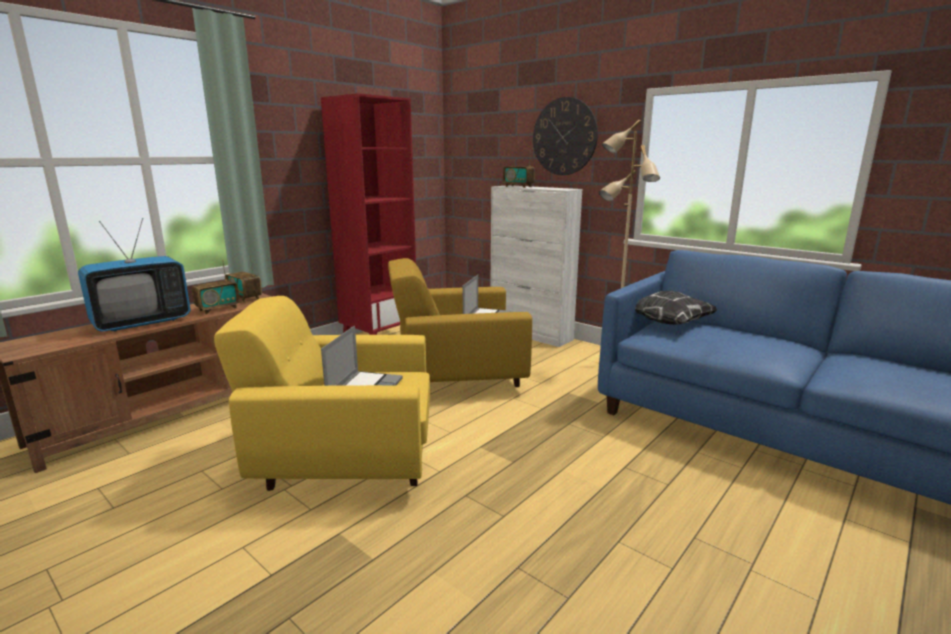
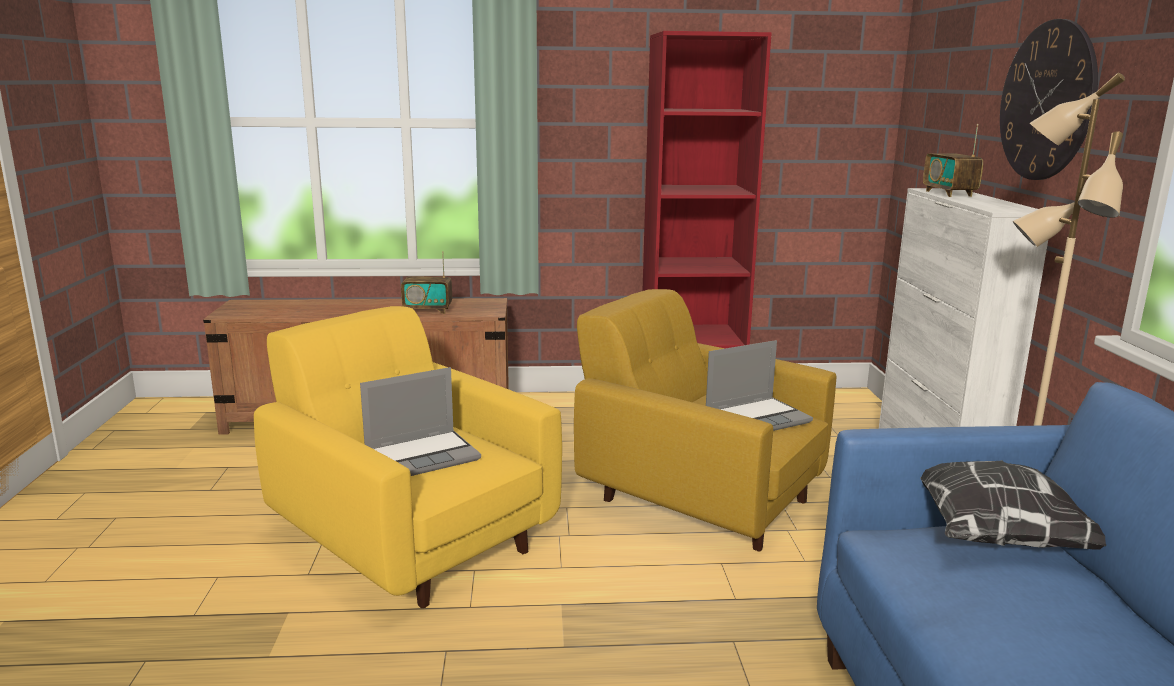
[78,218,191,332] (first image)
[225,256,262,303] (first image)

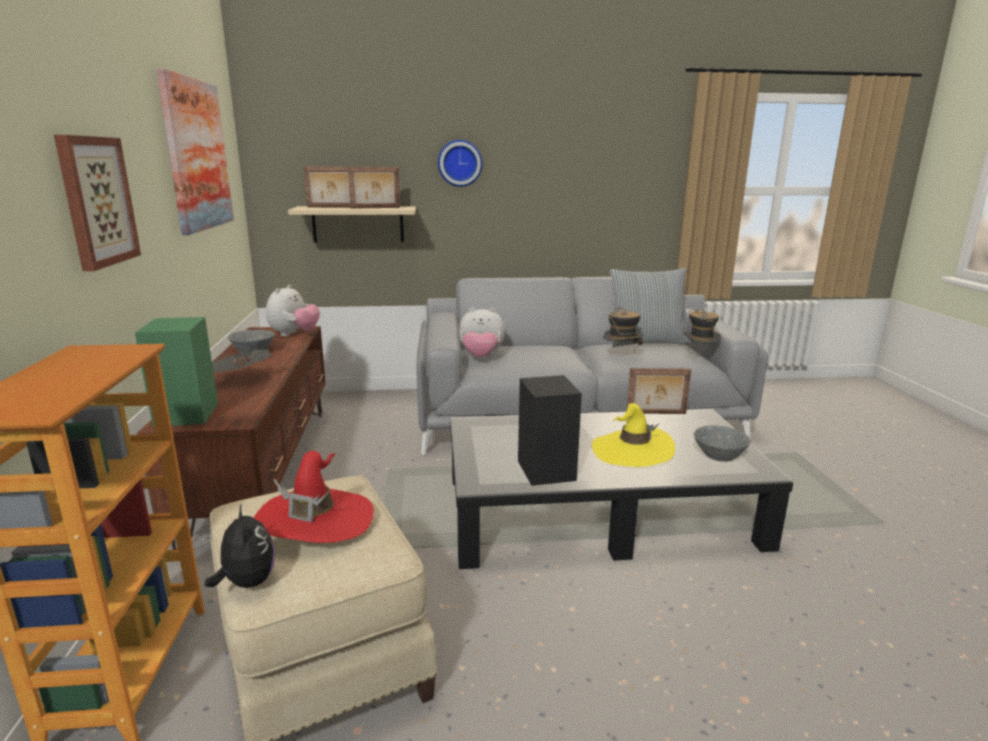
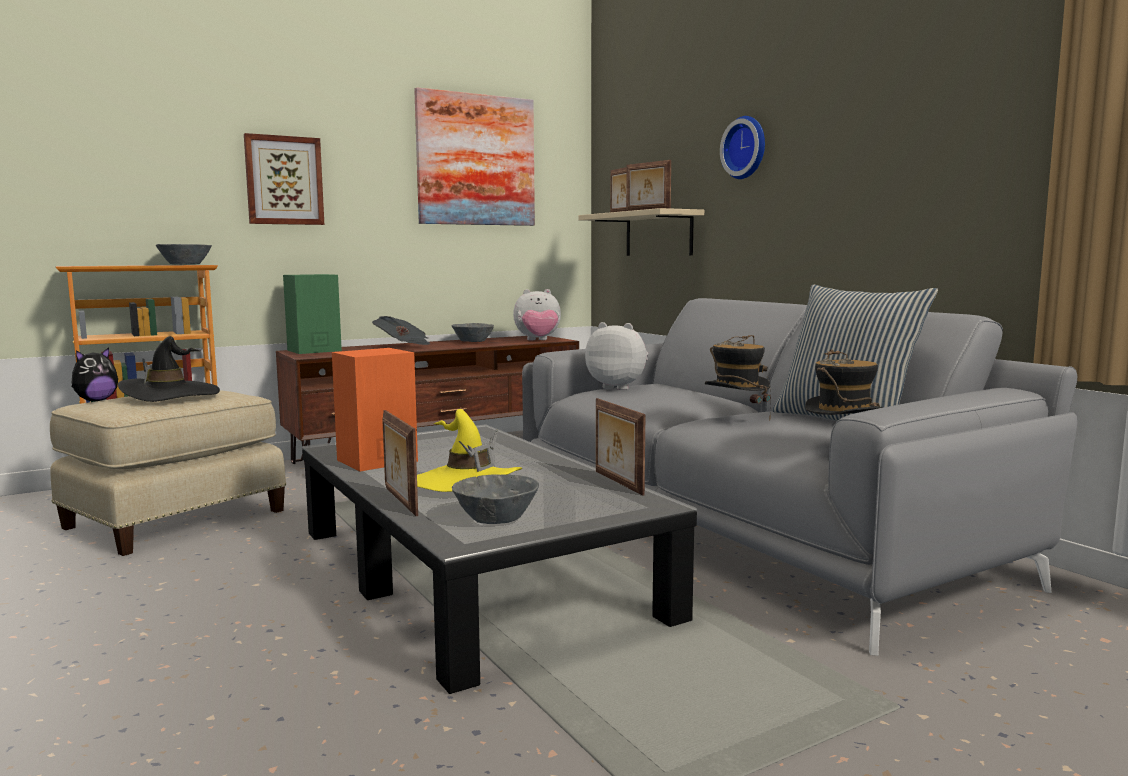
[585,322,648,390]
[332,348,418,471]
[118,336,220,402]
[156,244,212,265]
[382,410,418,516]

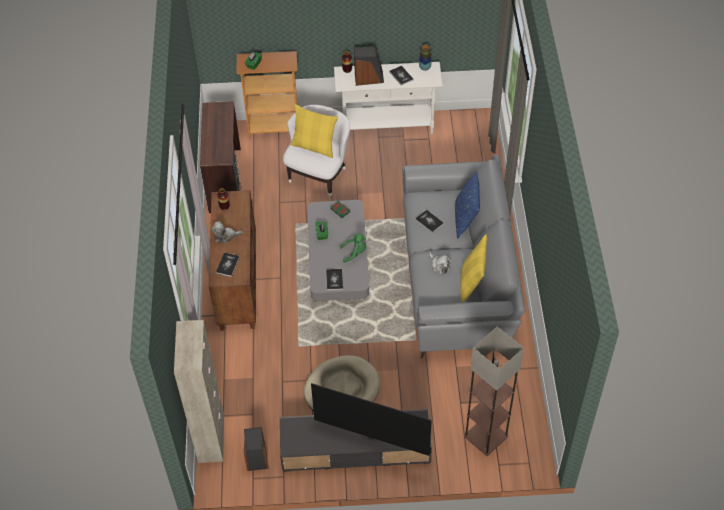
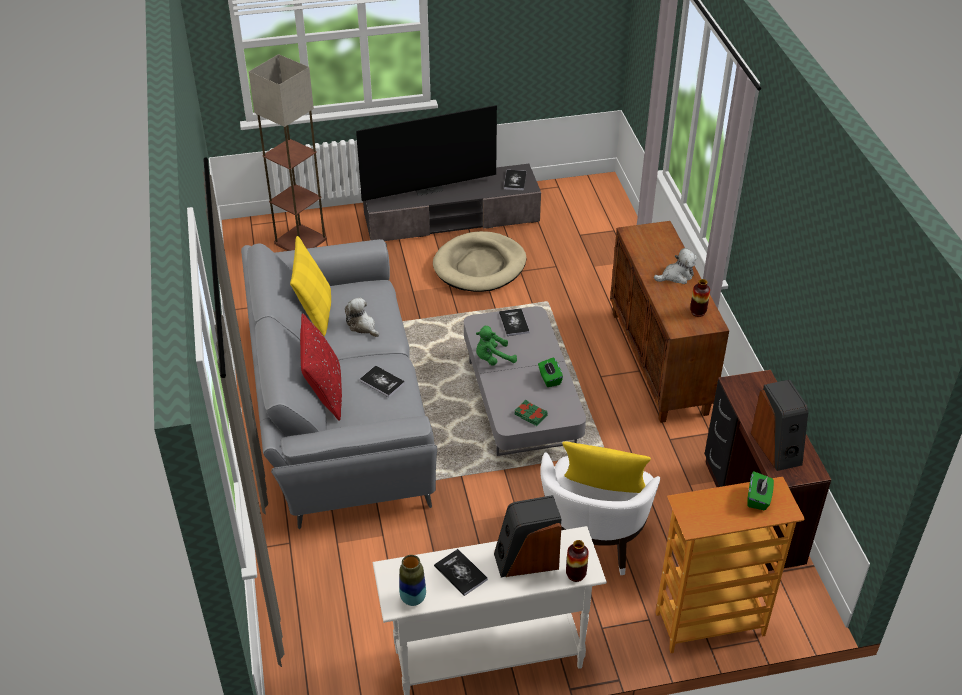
[300,314,342,421]
[504,170,526,190]
[174,320,224,463] (first image)
[356,105,497,201]
[751,379,808,471]

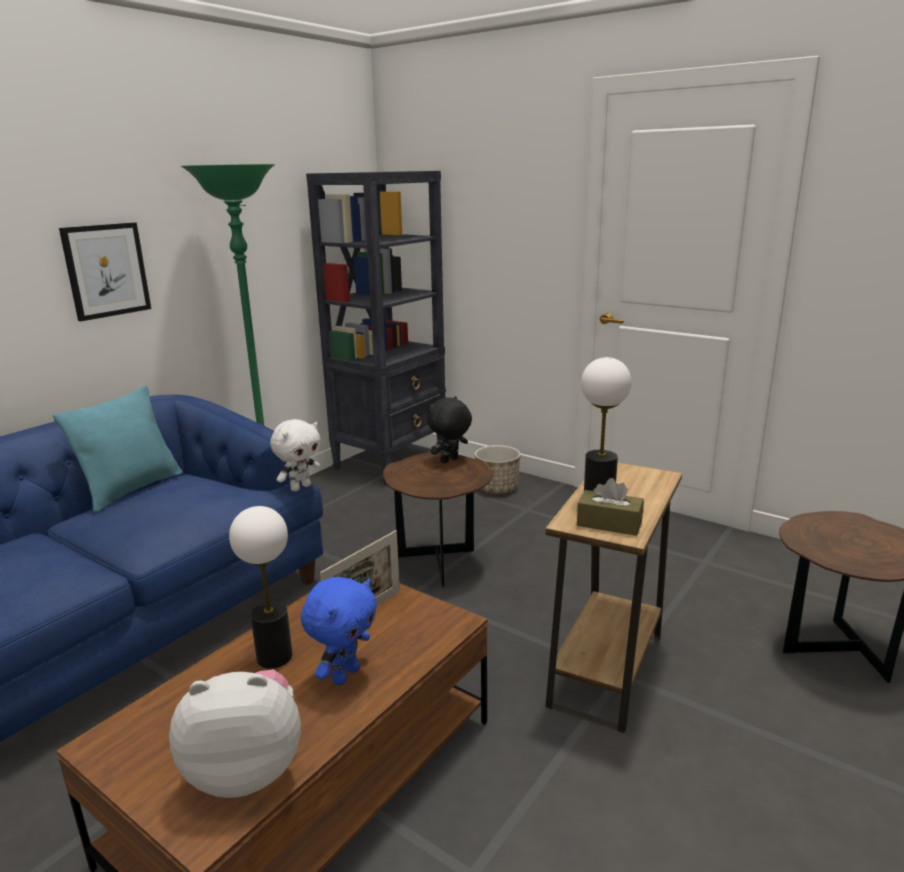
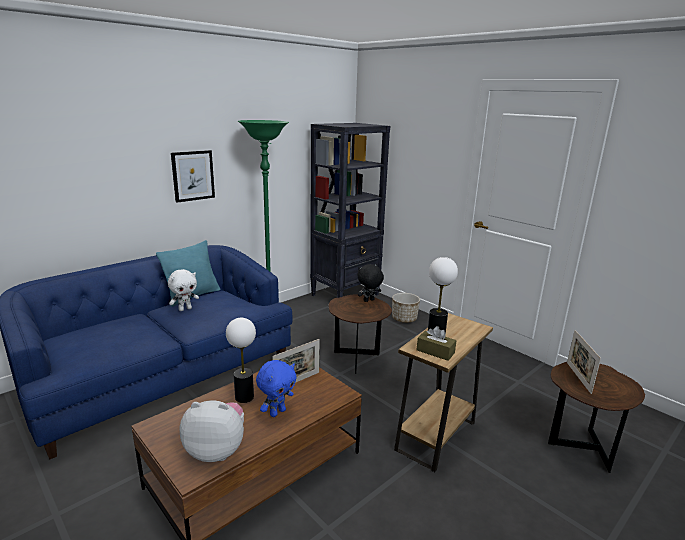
[168,269,199,311]
[567,330,601,394]

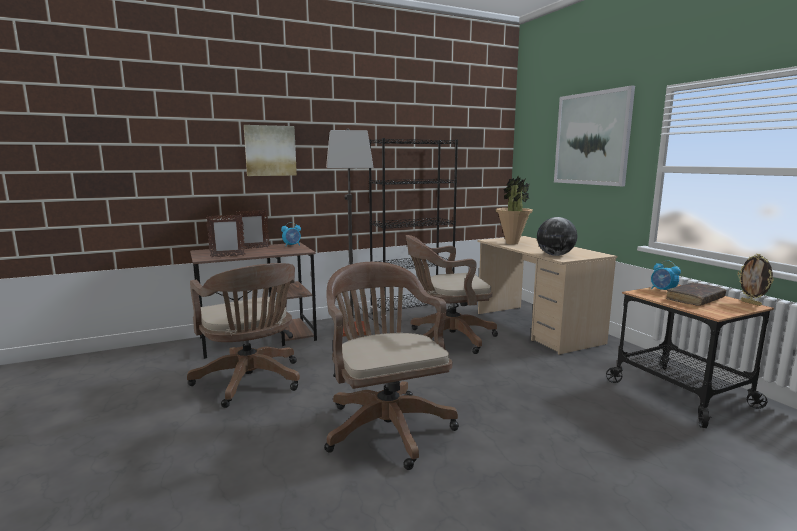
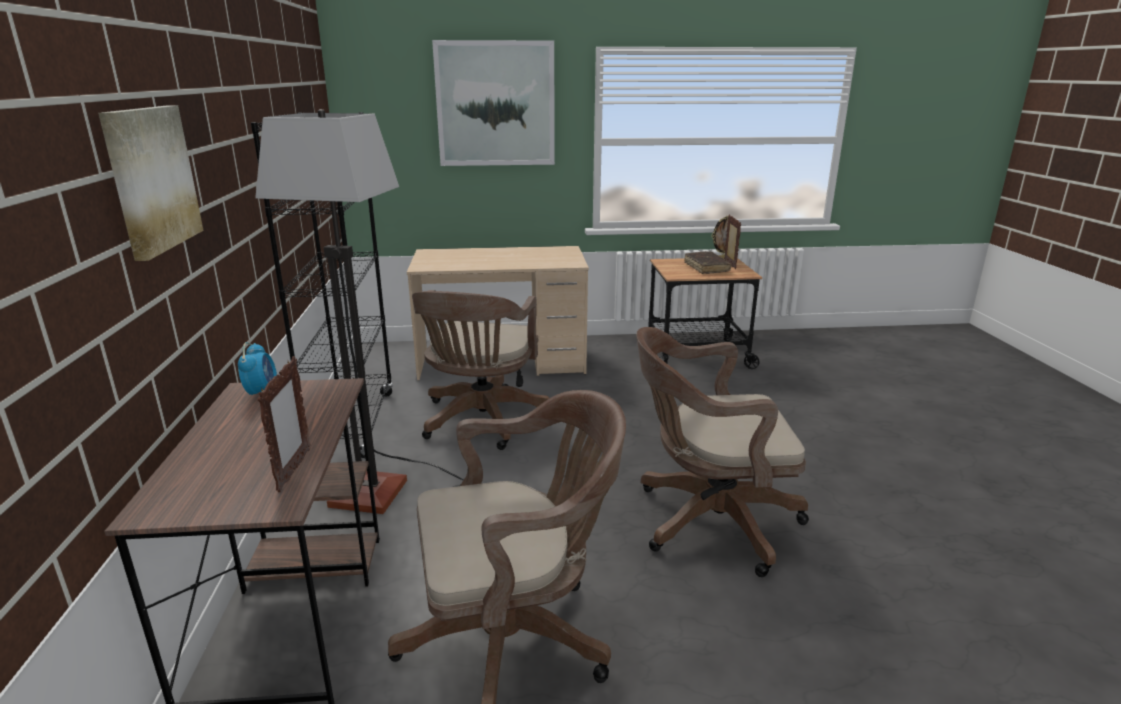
[496,176,533,245] (first image)
[724,214,741,269]
[537,217,577,256] (first image)
[651,260,681,290] (first image)

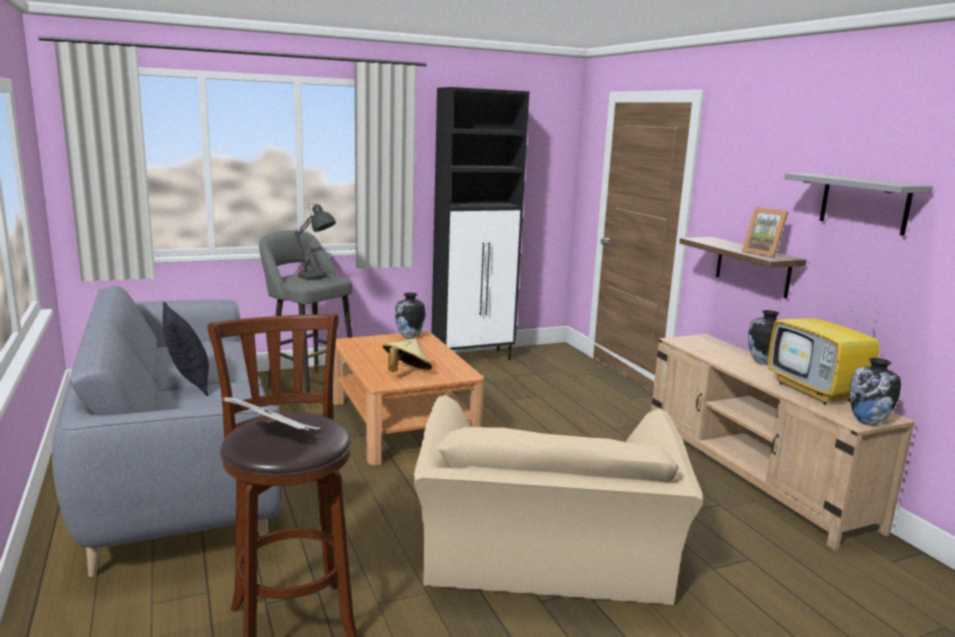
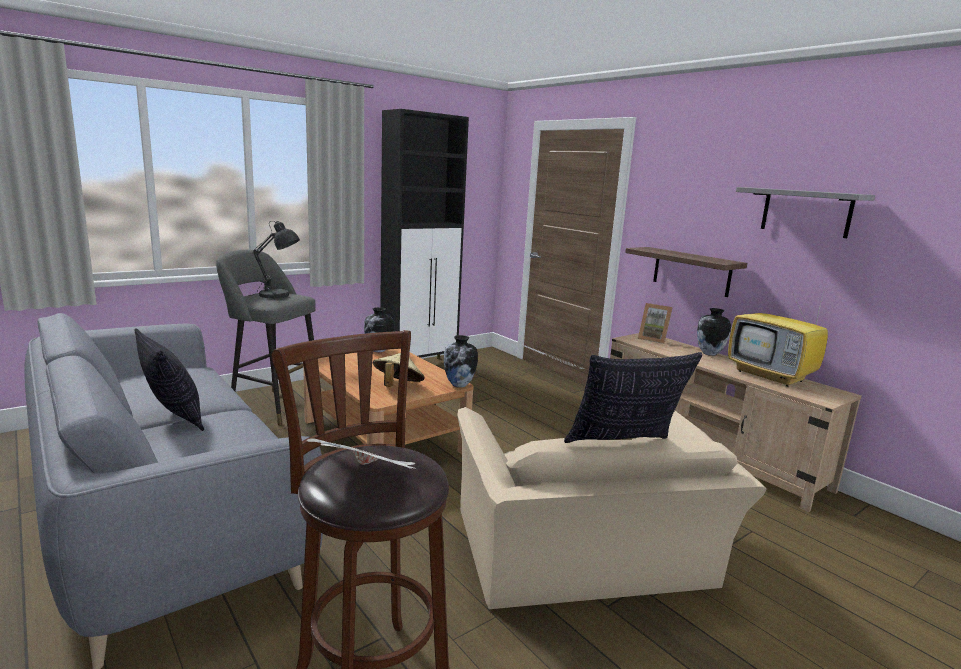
[638,303,672,344]
[444,335,478,388]
[564,352,702,443]

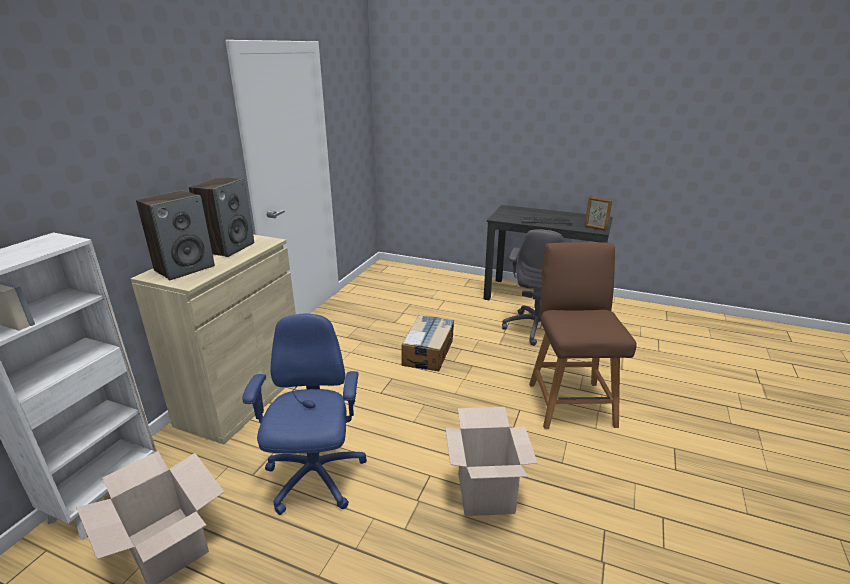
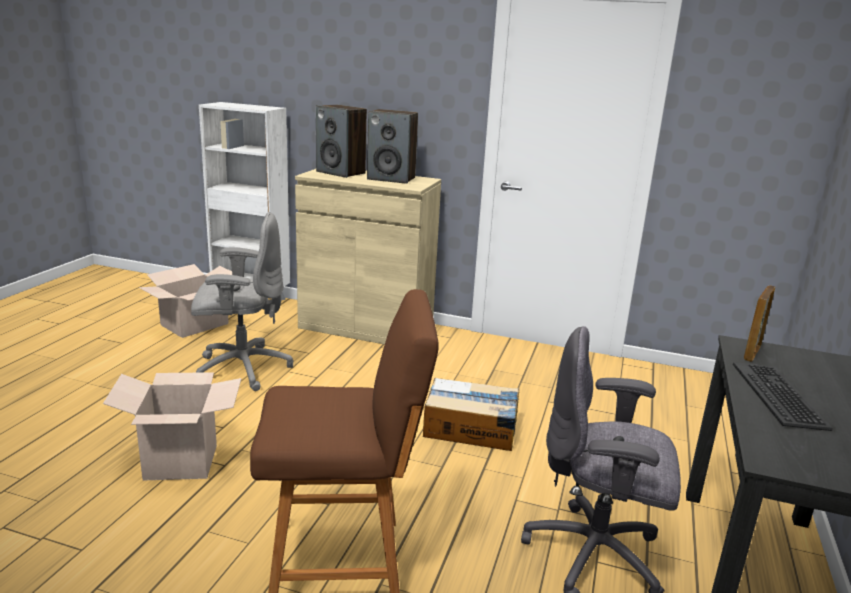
[744,285,775,362]
[191,212,294,391]

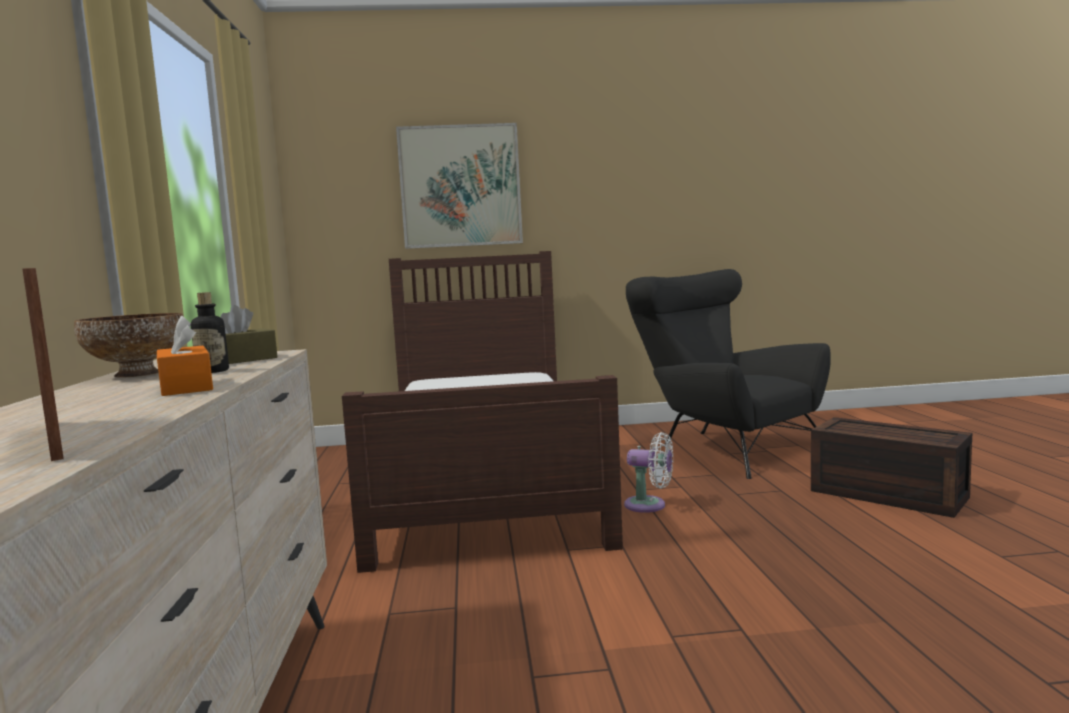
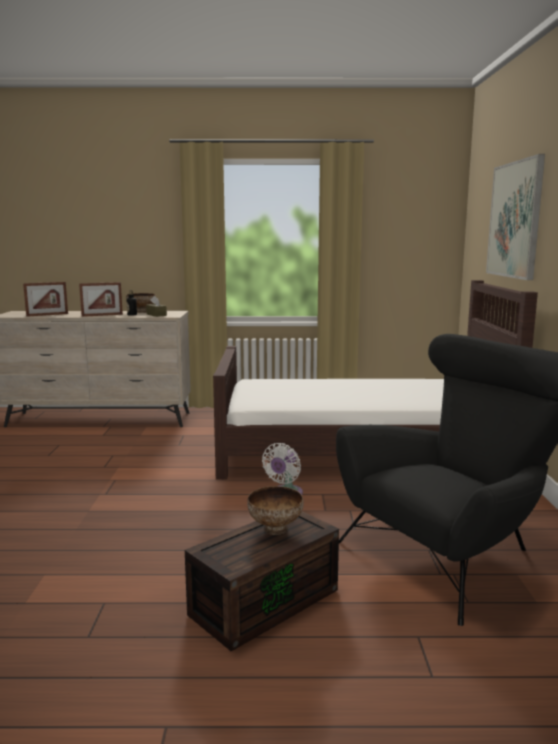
[79,282,123,317]
[247,486,304,535]

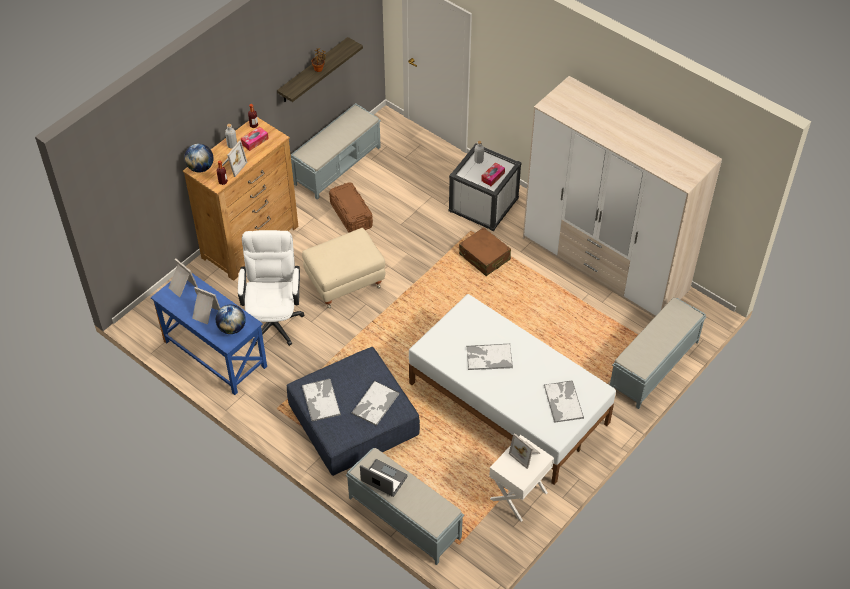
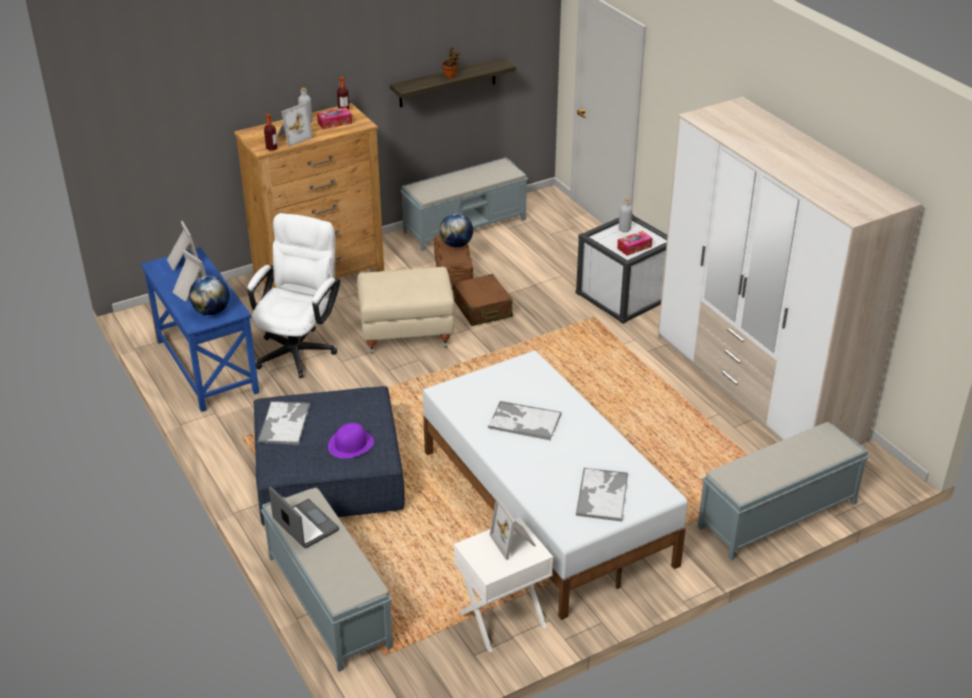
[440,214,473,248]
[453,274,513,326]
[328,423,374,459]

